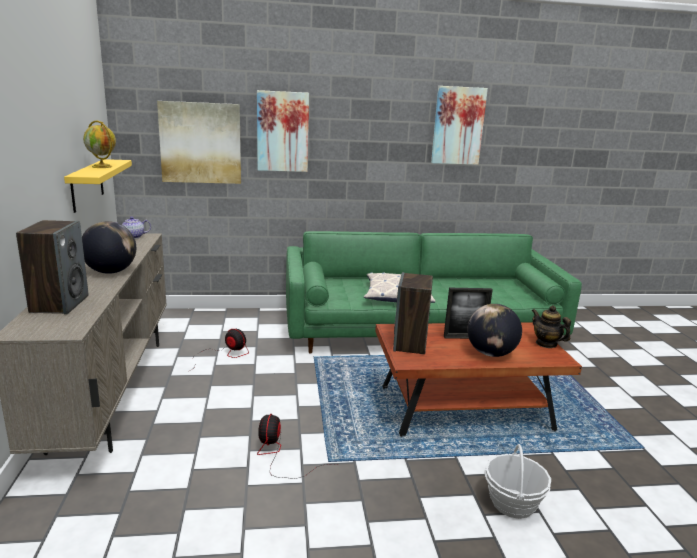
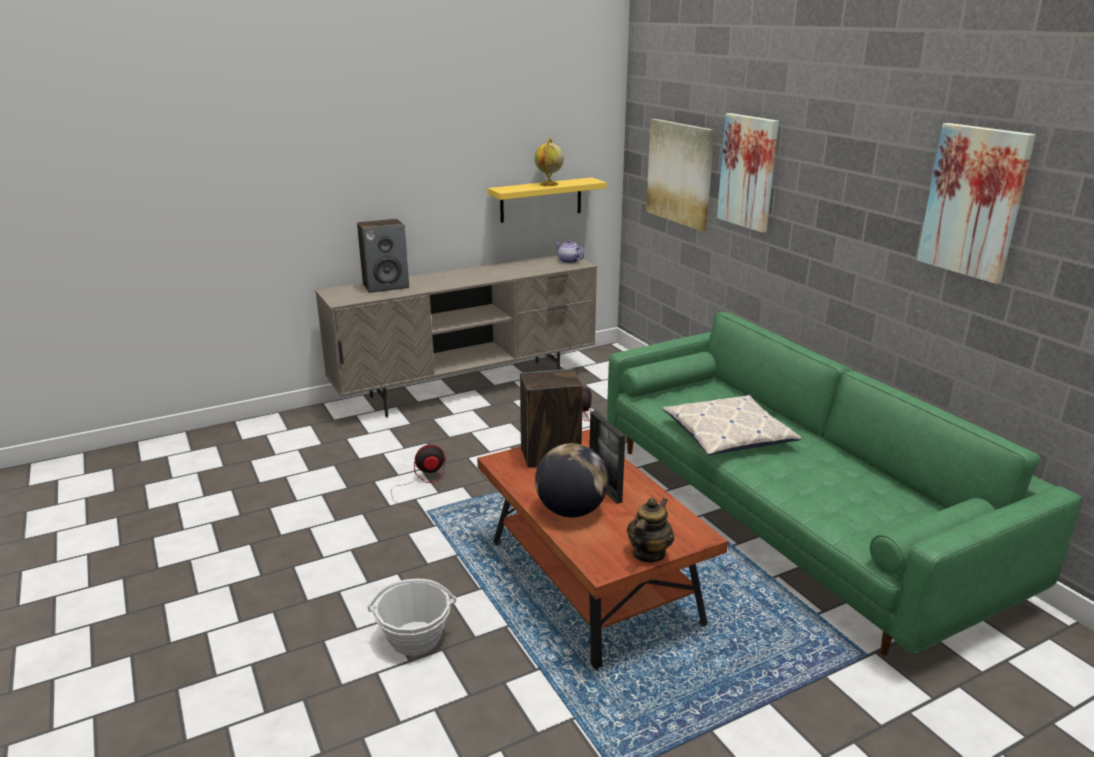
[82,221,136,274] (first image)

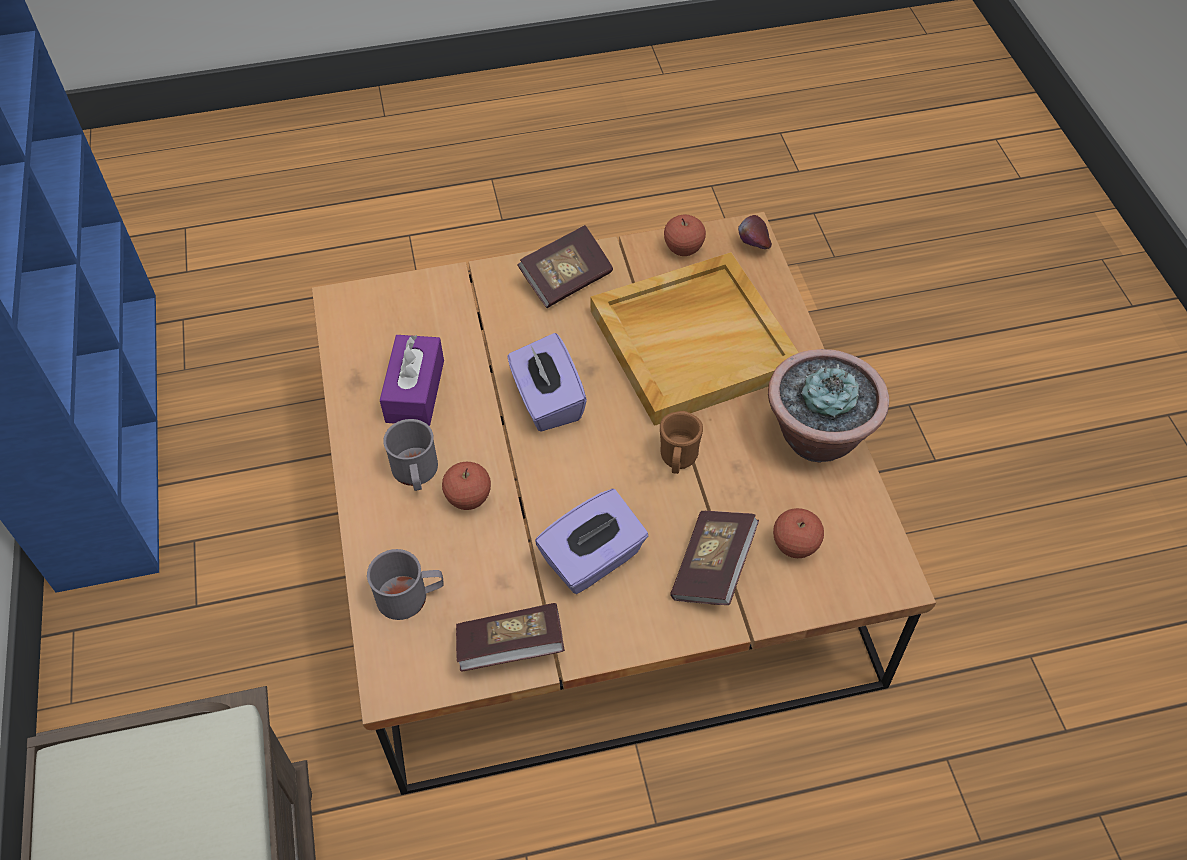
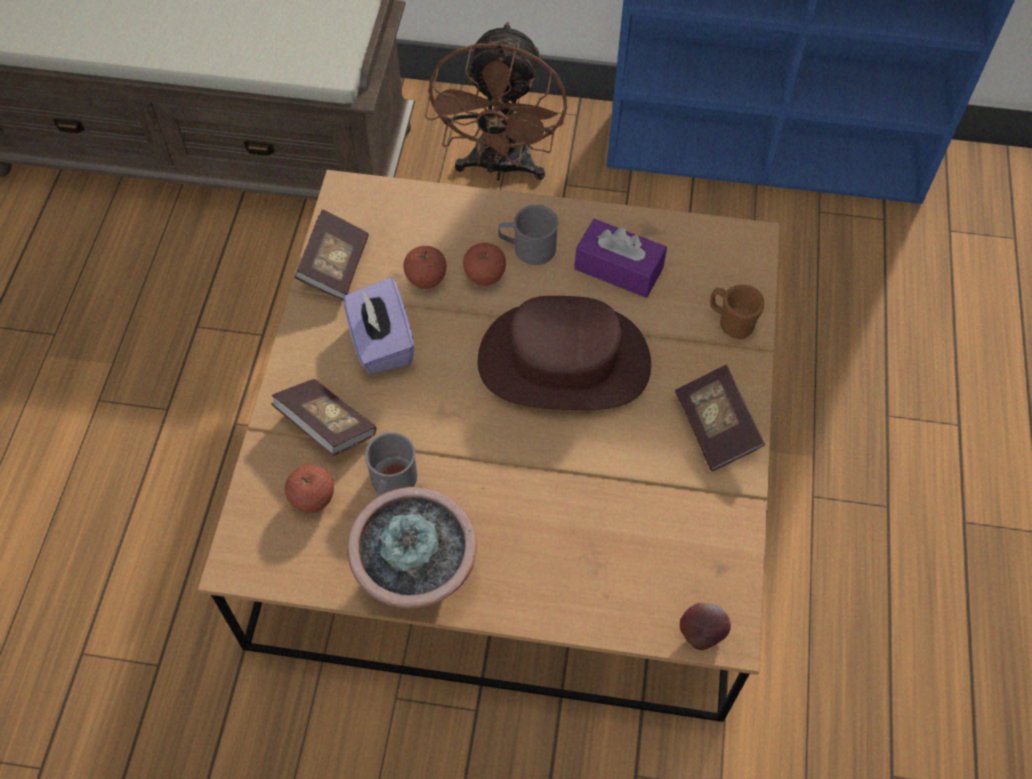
[403,246,447,289]
[590,252,799,426] (first image)
[478,296,651,410]
[710,285,764,339]
[365,432,417,498]
[425,22,567,181]

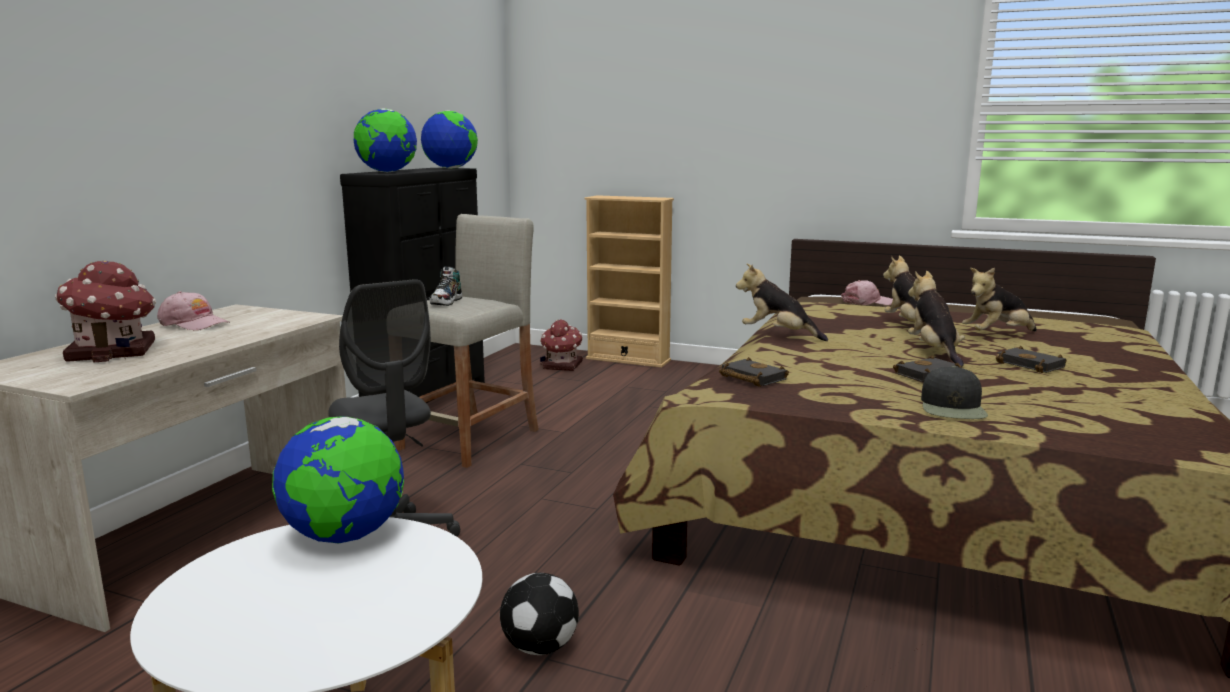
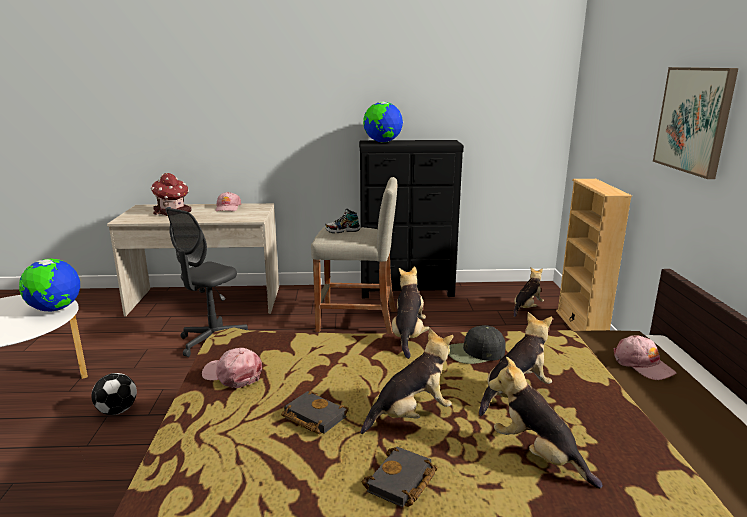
[421,111,478,169] (first image)
[514,267,544,317]
[719,357,789,387] (first image)
[448,325,506,364]
[653,67,738,179]
[202,348,262,388]

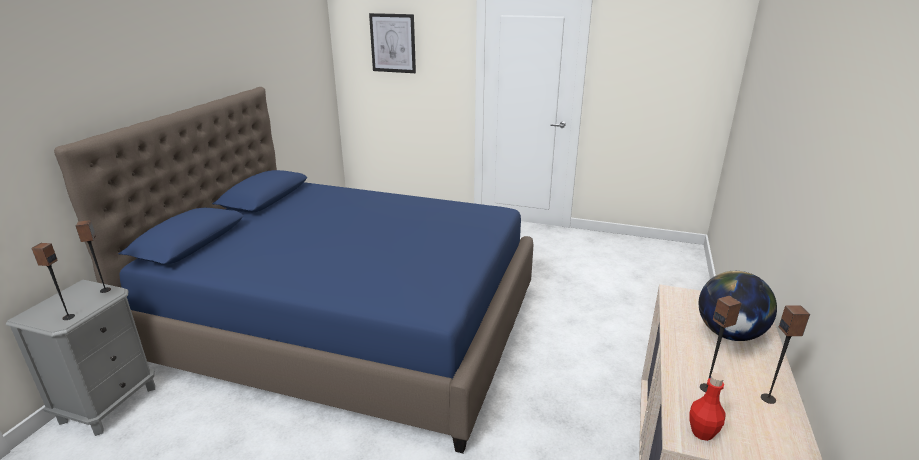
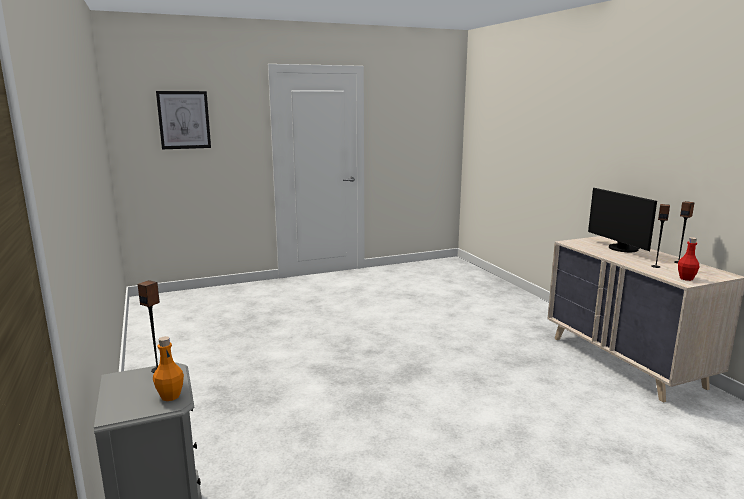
[54,87,533,453] (first image)
[153,336,184,401]
[588,188,657,252]

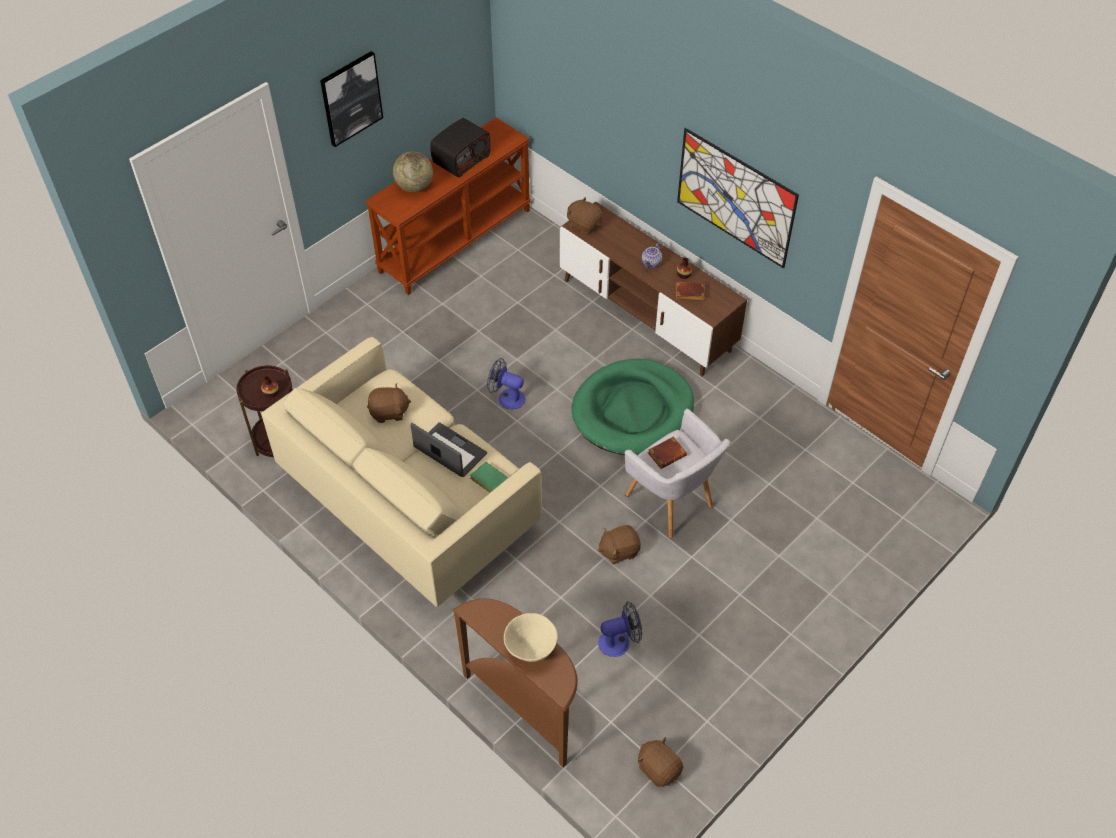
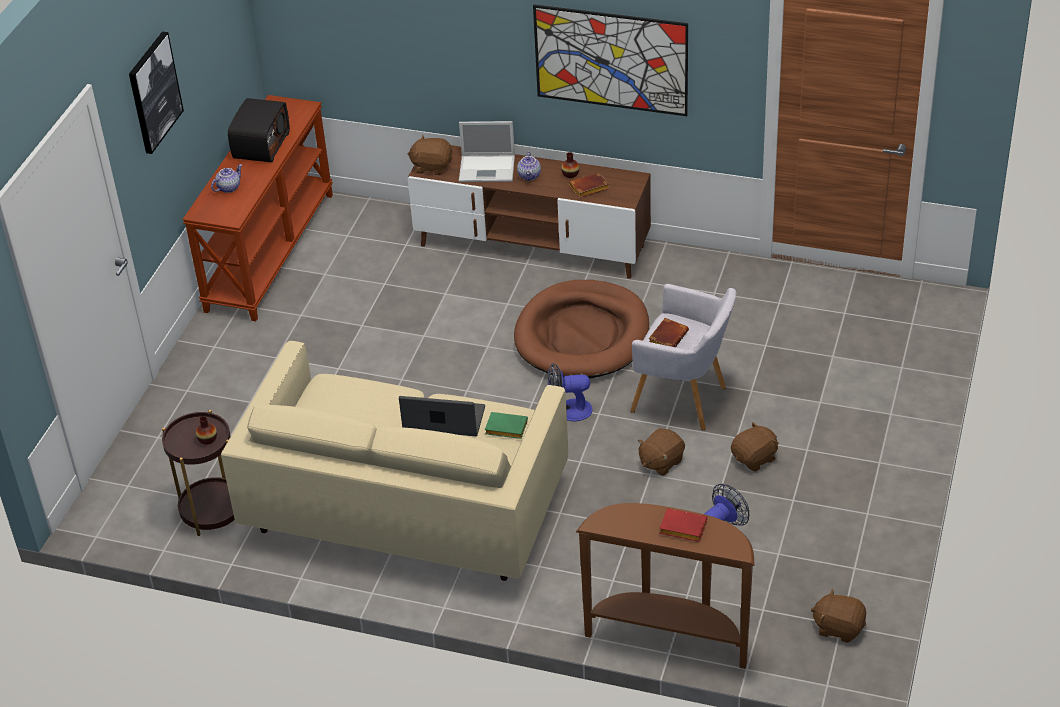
[211,164,242,193]
[548,363,593,421]
[514,280,649,378]
[731,422,779,471]
[659,508,707,542]
[459,121,515,182]

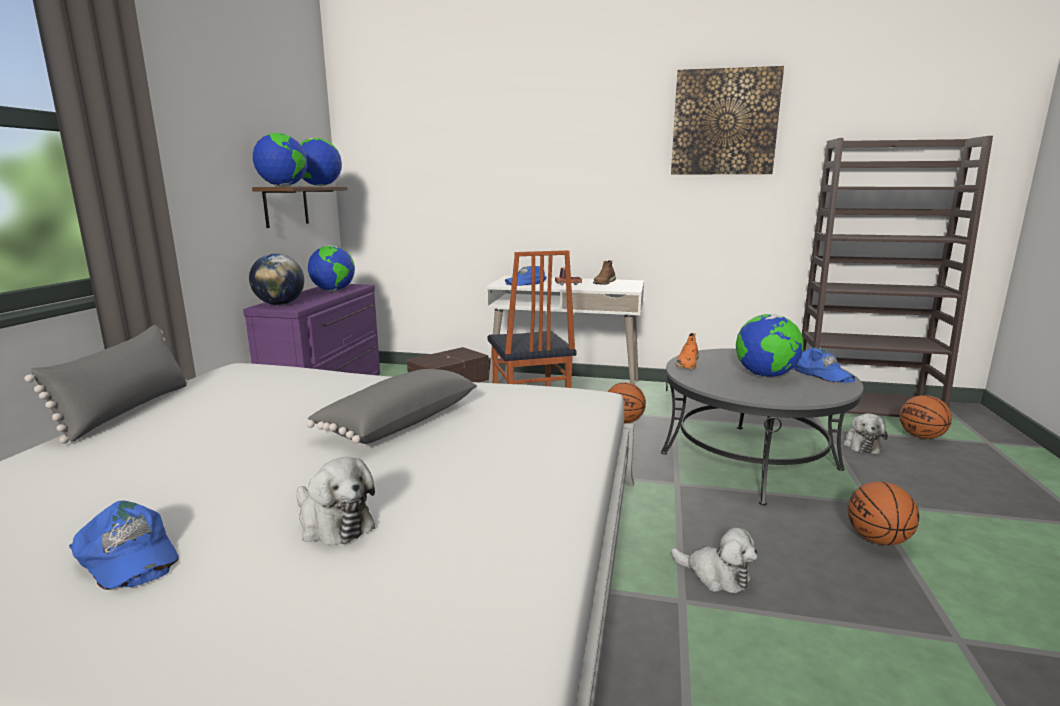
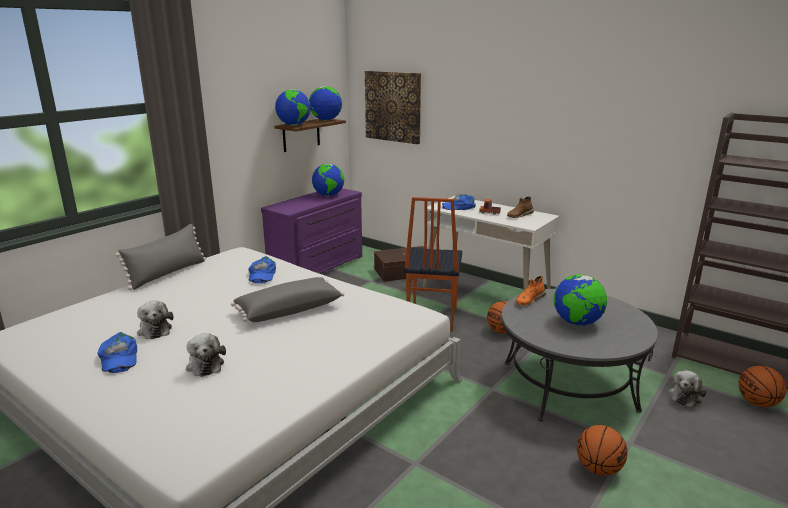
[365,71,421,144]
[249,254,304,305] (first image)
[248,256,276,283]
[137,301,173,339]

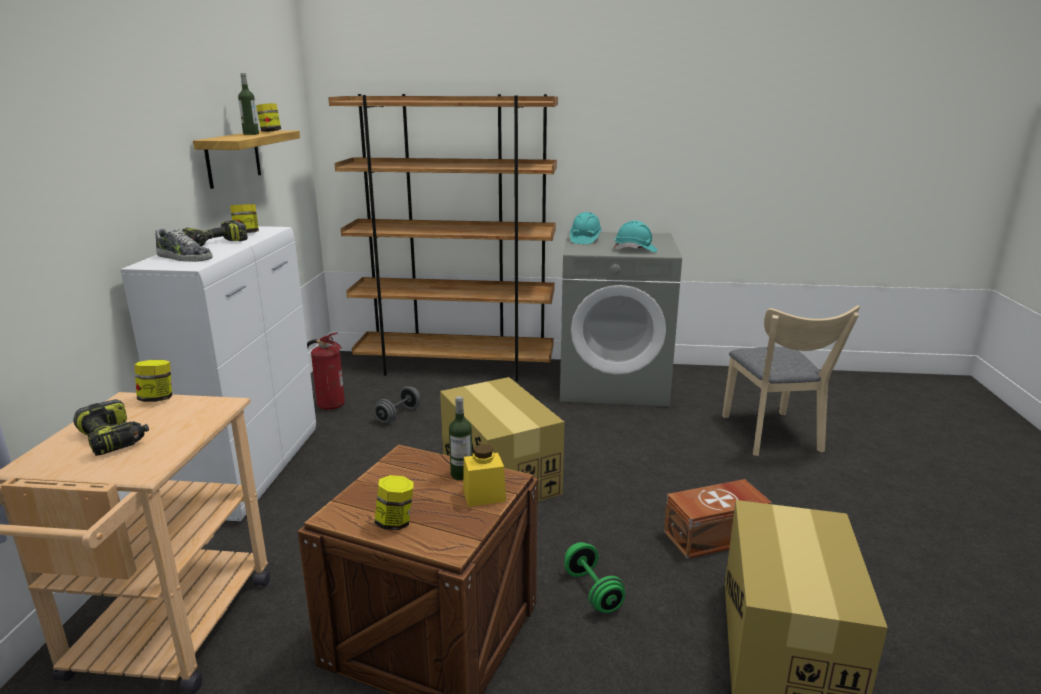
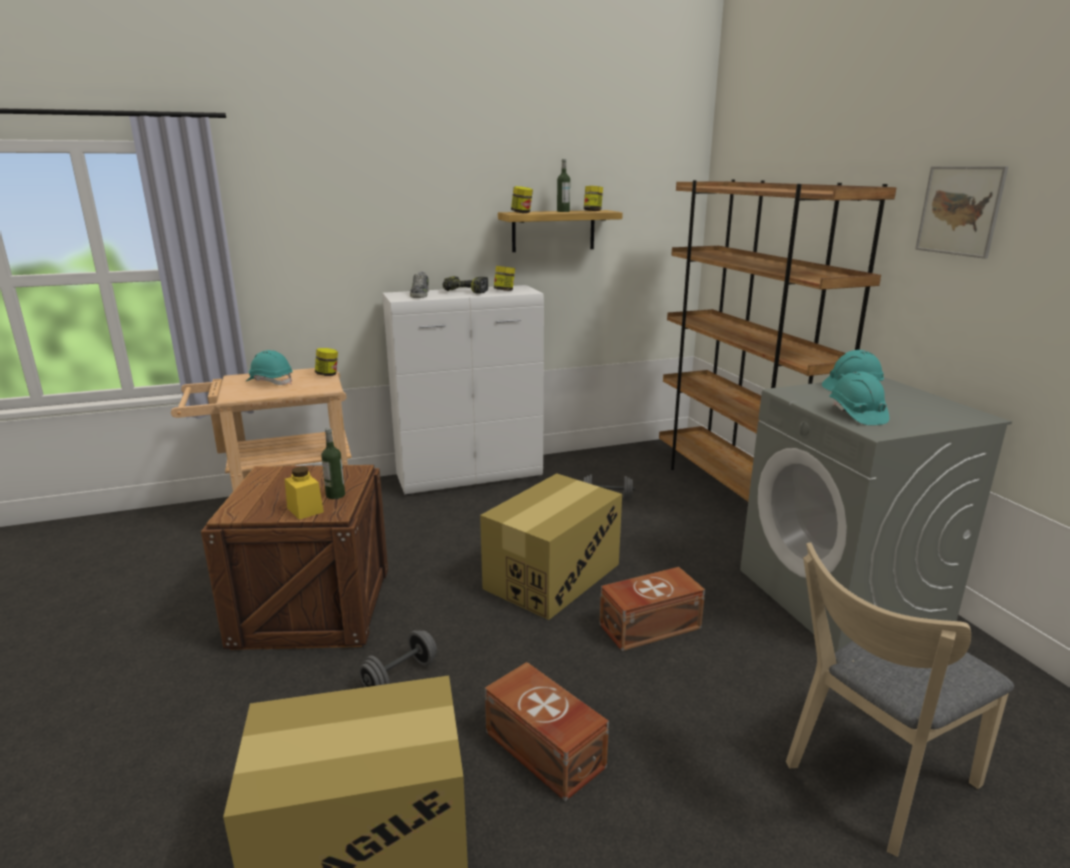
[307,333,345,410] (first image)
[246,350,293,385]
[511,186,533,213]
[359,630,437,687]
[915,166,1009,259]
[600,567,705,651]

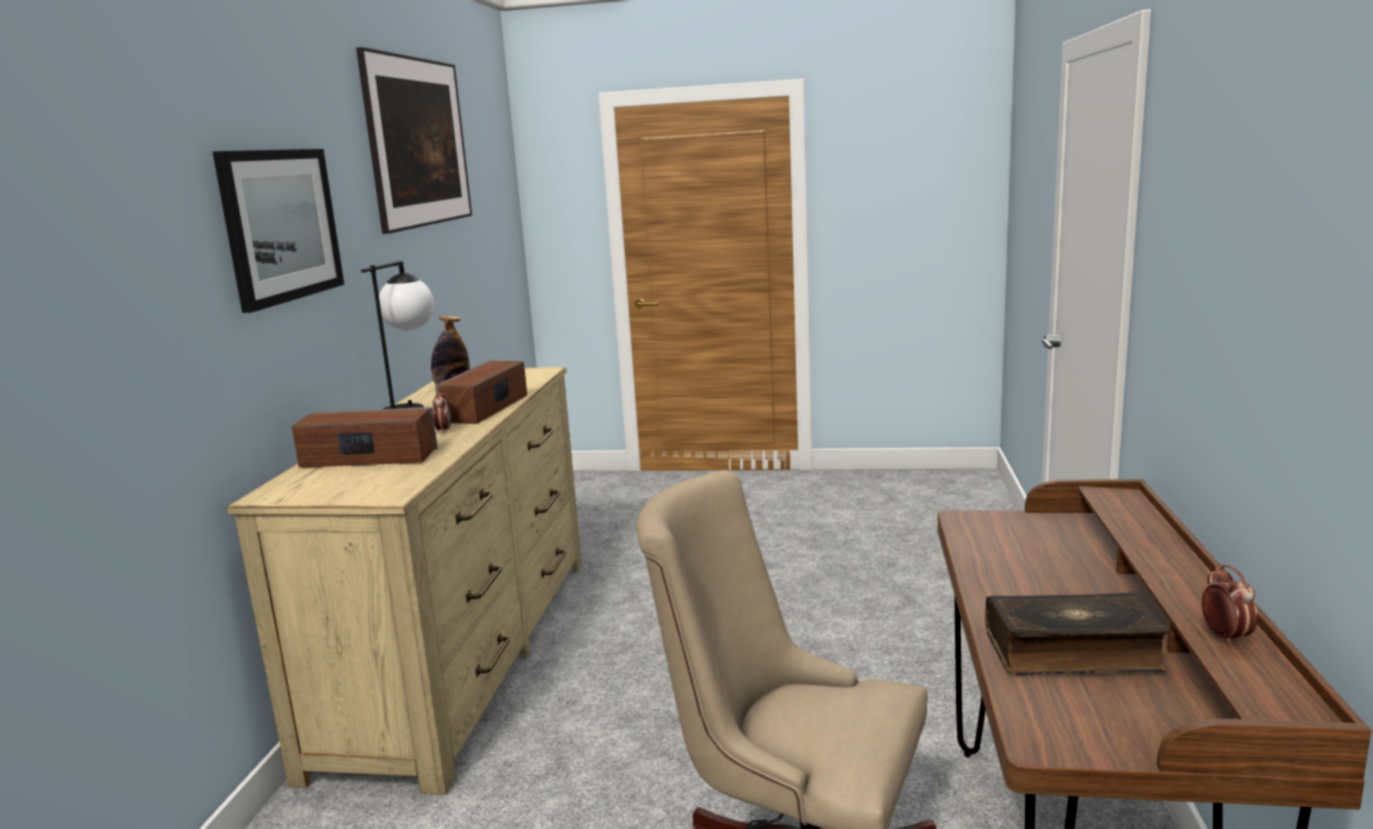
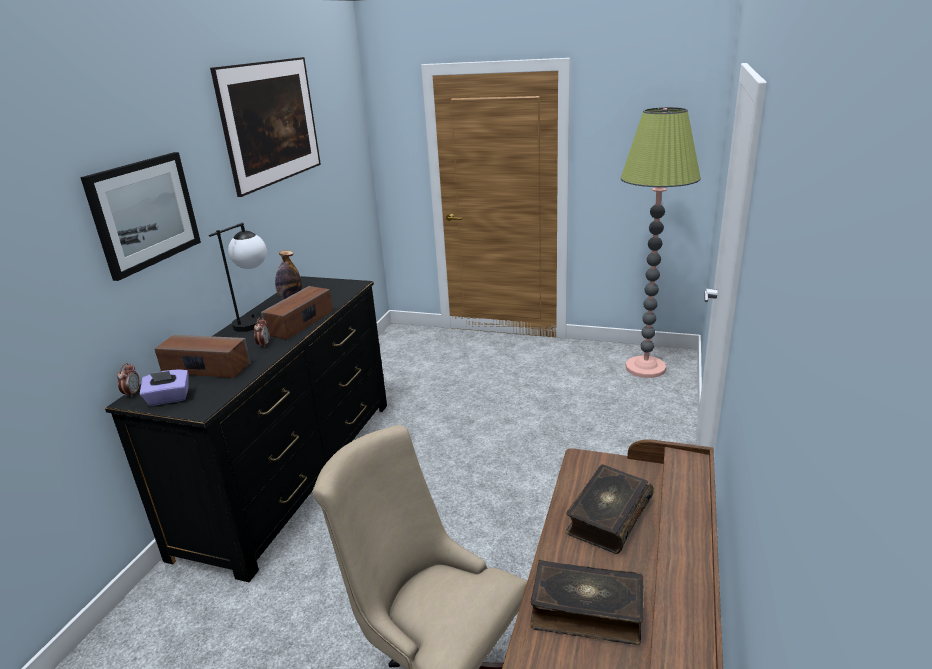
[105,276,387,582]
[117,363,140,397]
[621,107,701,378]
[140,369,188,406]
[565,465,654,554]

